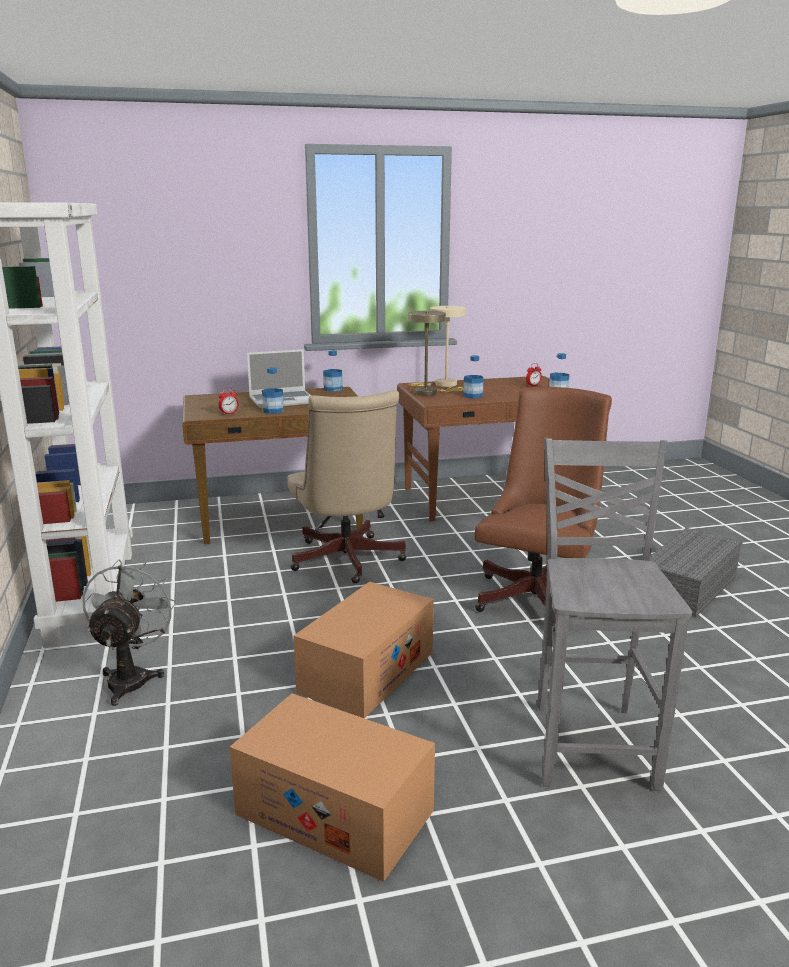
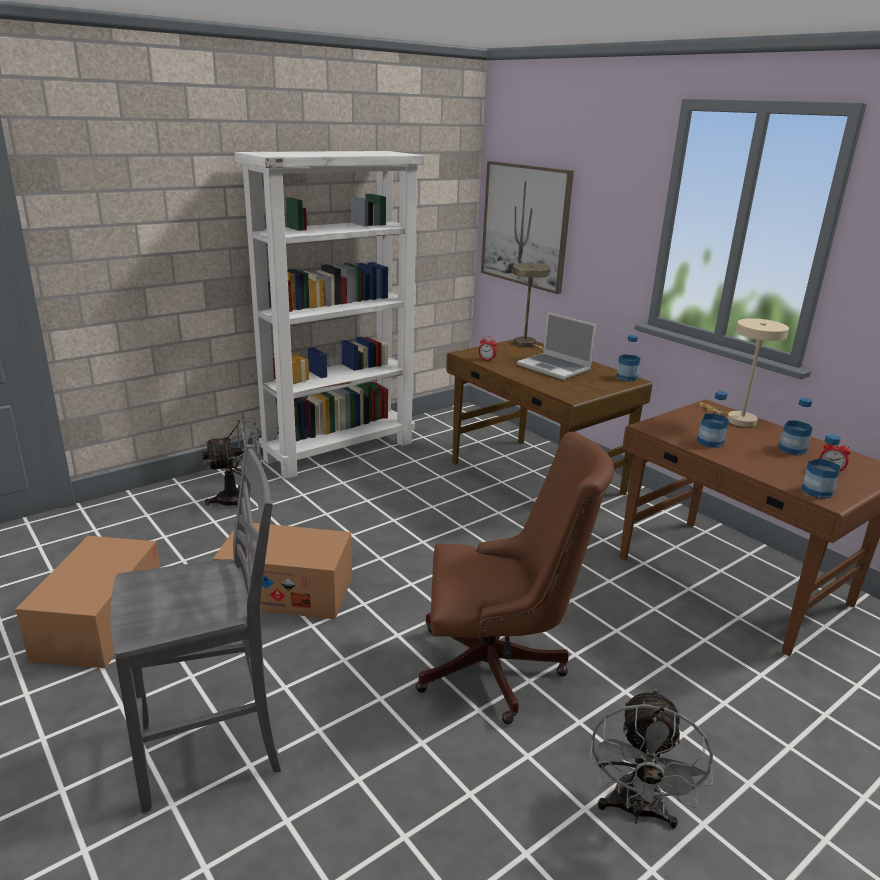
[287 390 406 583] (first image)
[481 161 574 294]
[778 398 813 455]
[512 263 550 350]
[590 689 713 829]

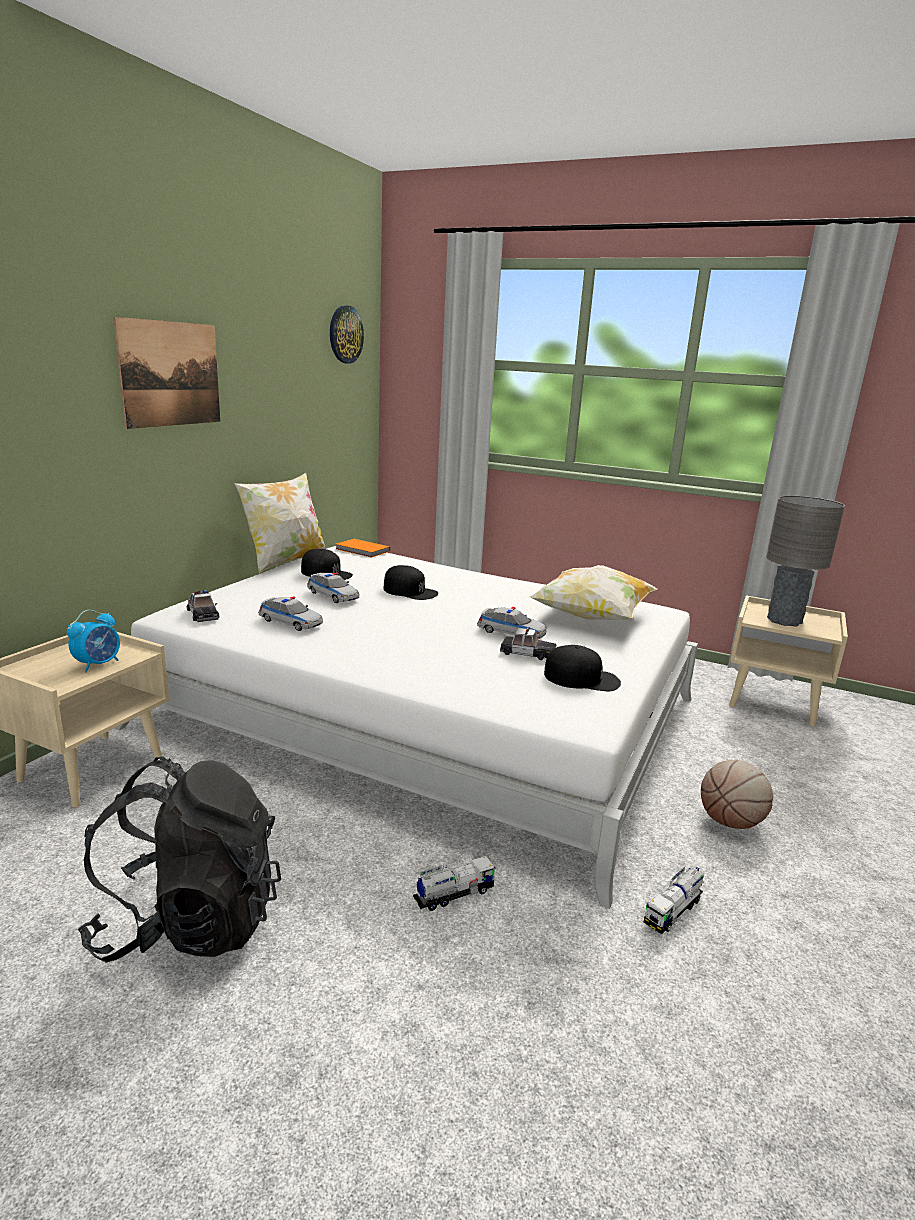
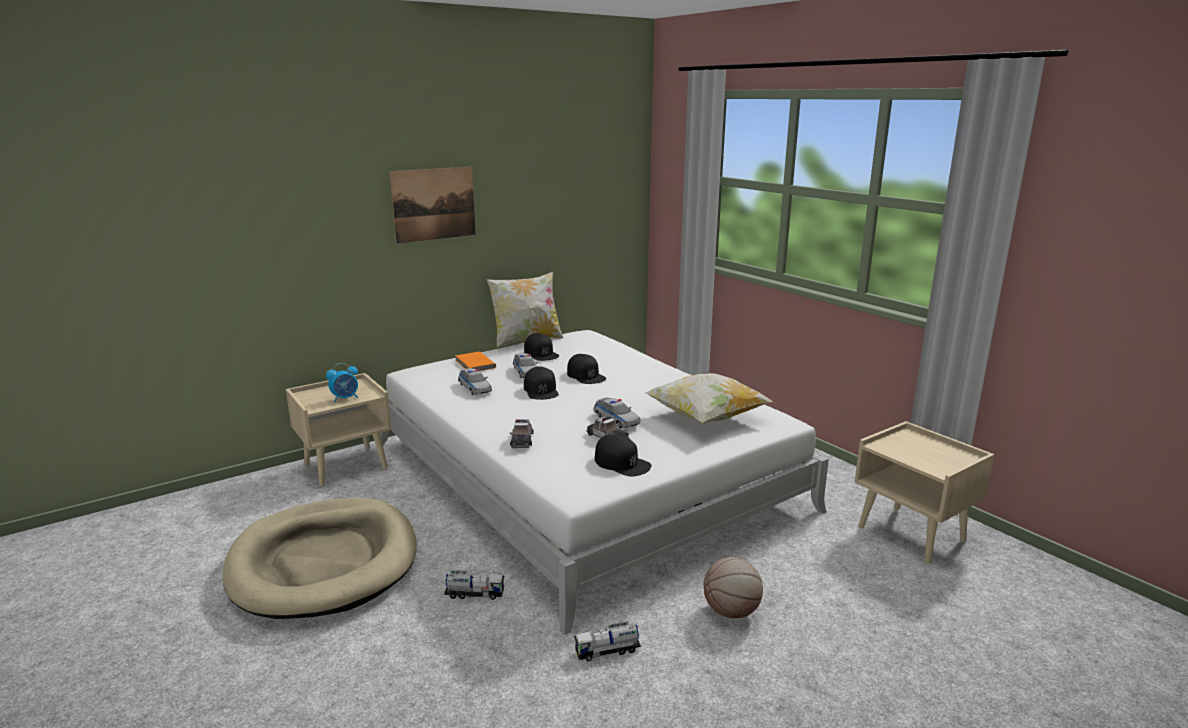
[330 305 364 364] (first image)
[766 496 845 627] (first image)
[524 366 559 400]
[509 419 534 448]
[455 351 496 371]
[222 498 417 619]

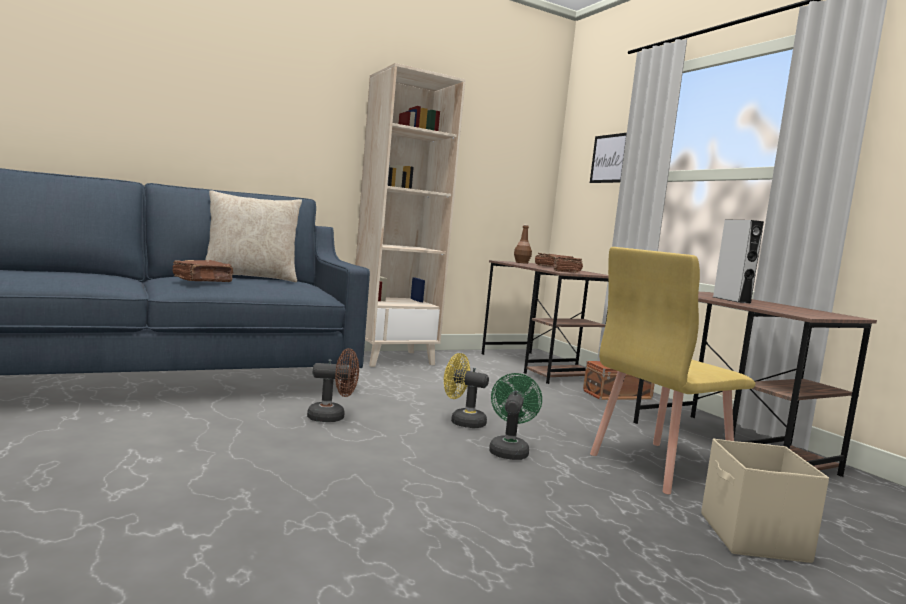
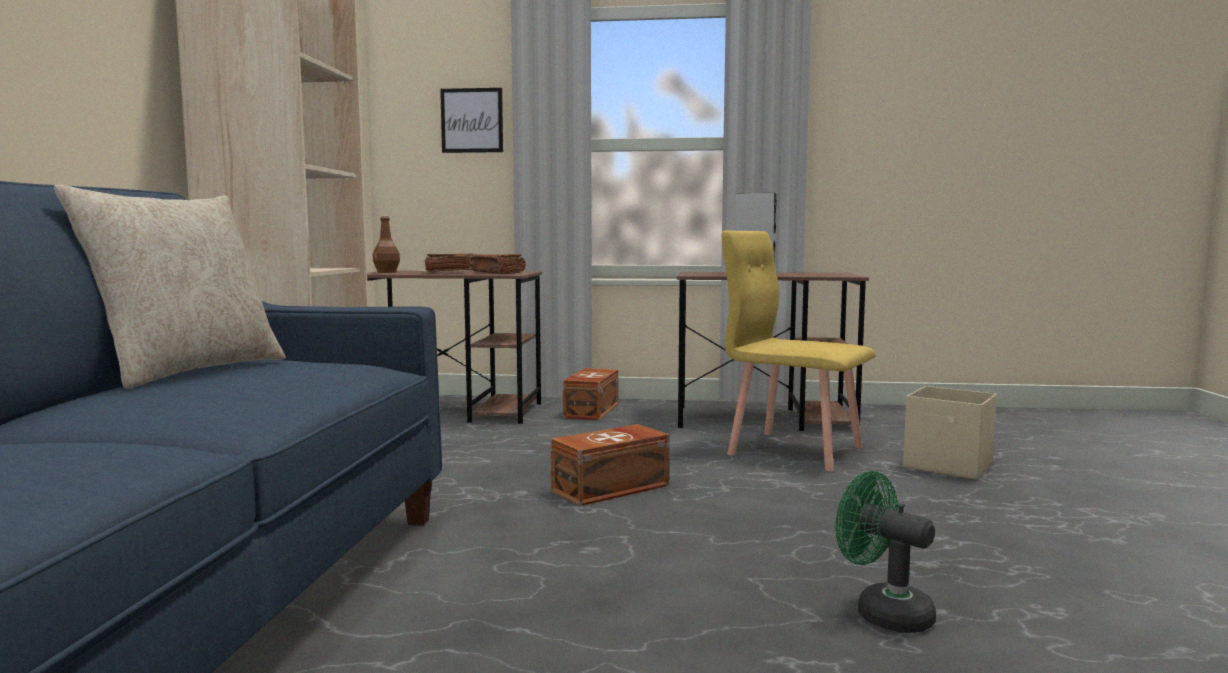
[172 260 233 282] (first image)
[307 348 359 422] (first image)
[835 471 936 633]
[550 424 670 506]
[722 230 876 472]

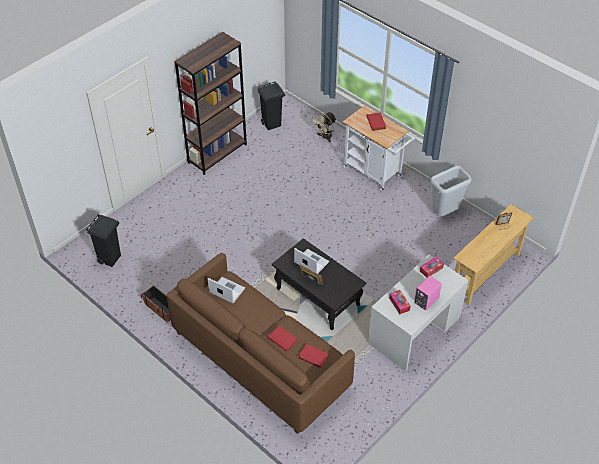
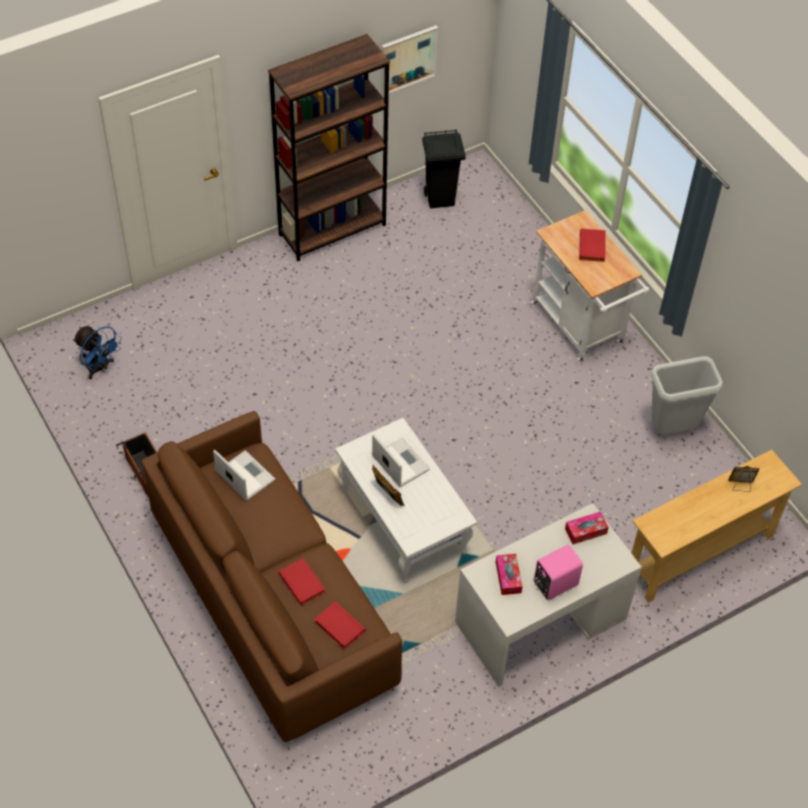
[311 112 336 142] (first image)
[381 25 438 96]
[73 326 122 379]
[335 418 477 583]

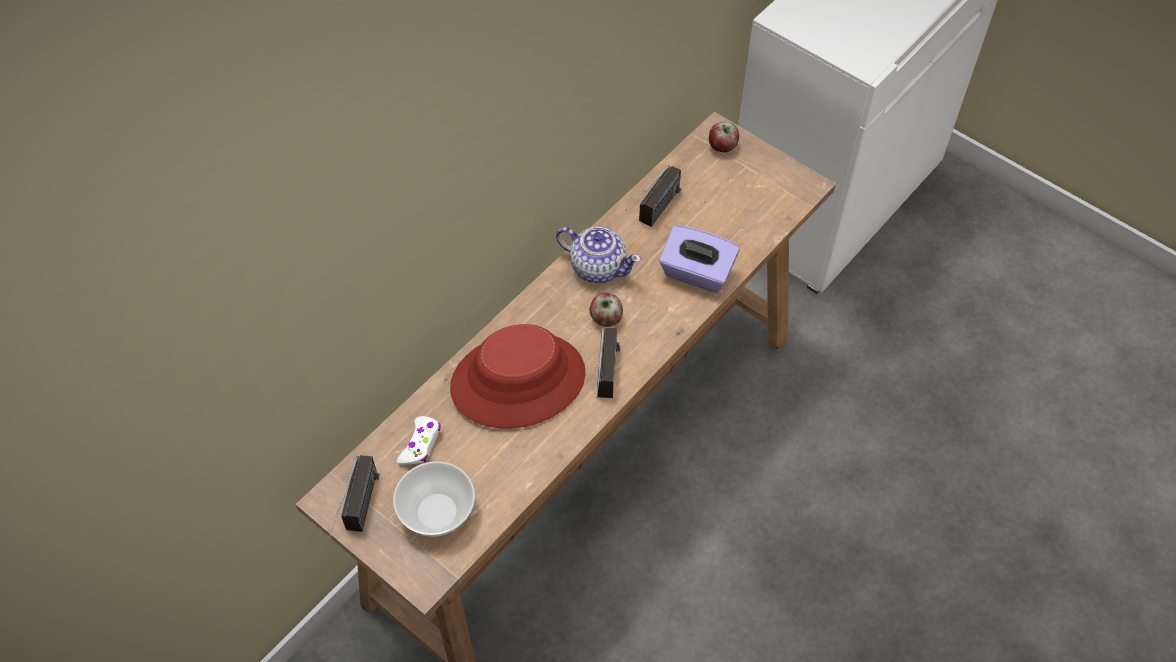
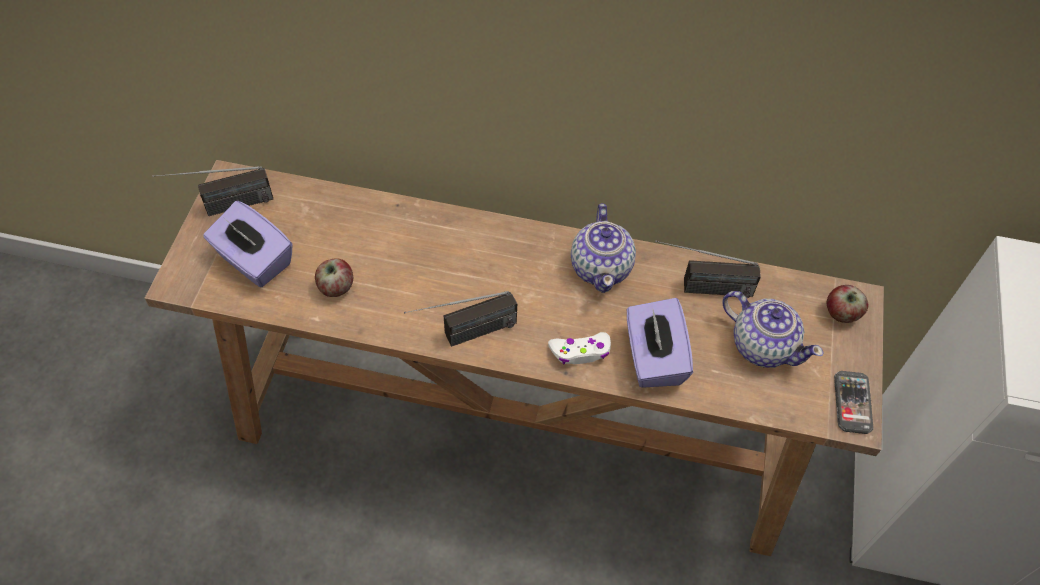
[450 324 586 429] (first image)
[722 291 824 368]
[834 371 873 434]
[548 332 611 364]
[315 258 353 297]
[203 201 293 287]

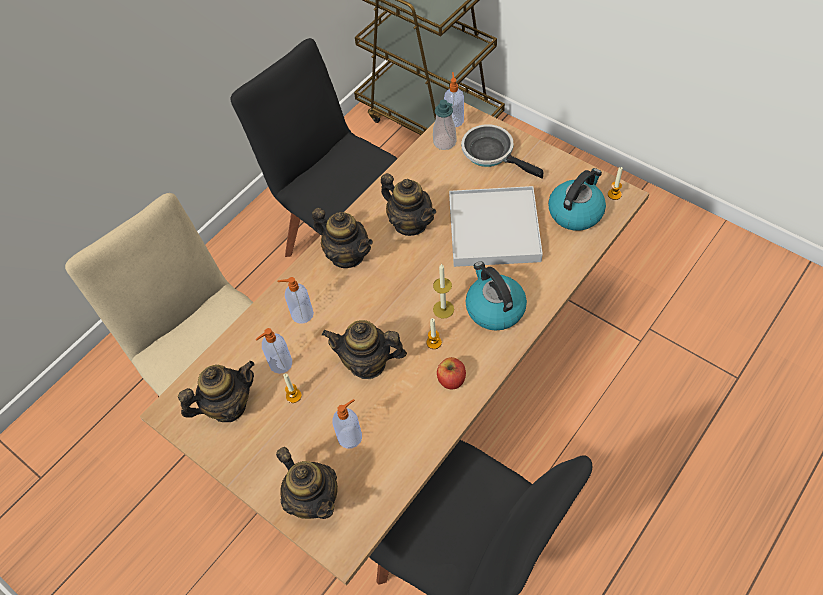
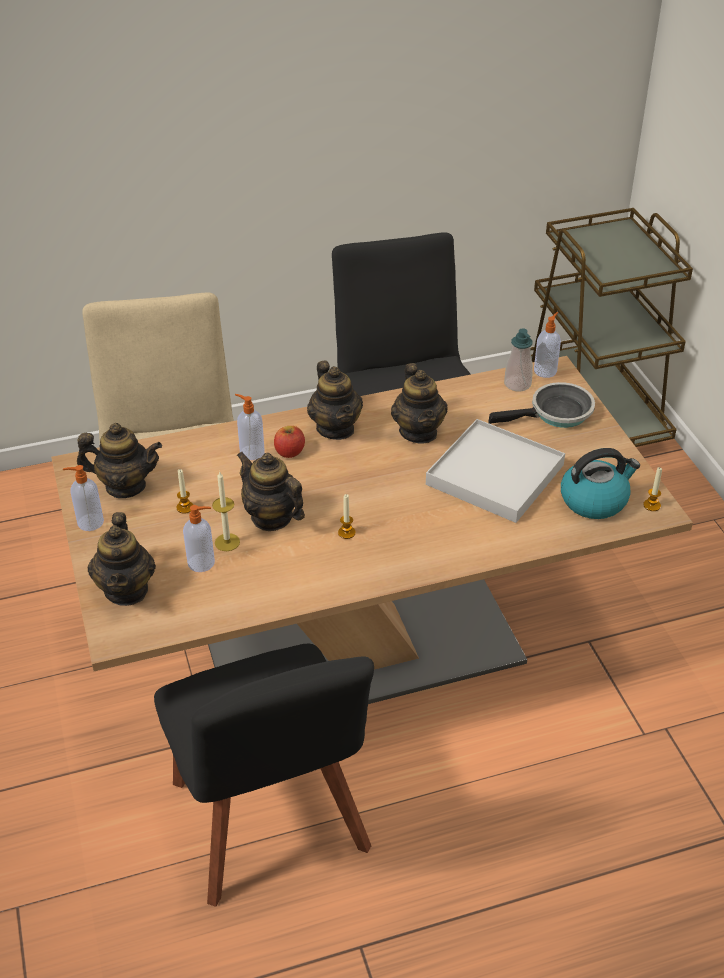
[465 261 527 331] (first image)
[63 465 104 531]
[212 472 240 551]
[274 426 305 458]
[488 382 595 428]

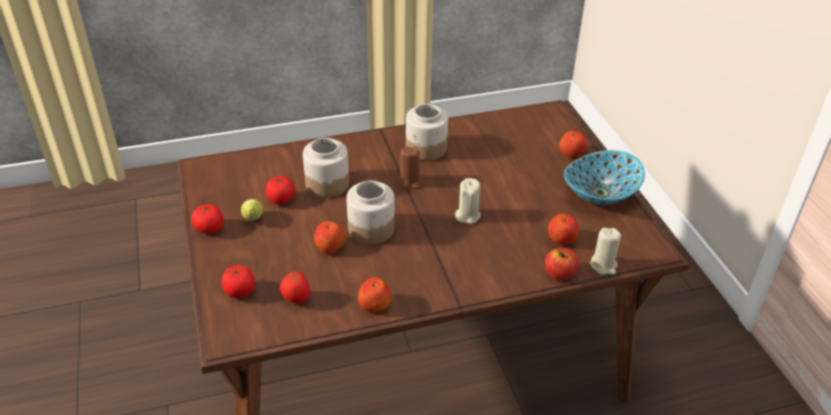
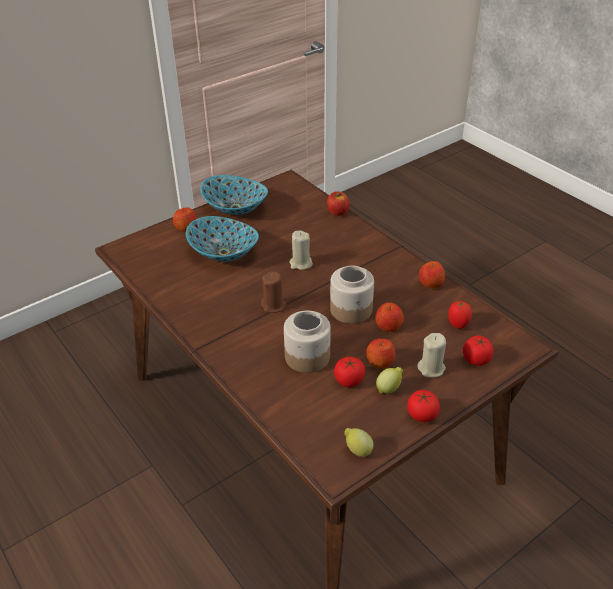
[406 104 448 160] (first image)
[186 216 259 262]
[344 428 374 457]
[366 339 395 369]
[417 333 446 377]

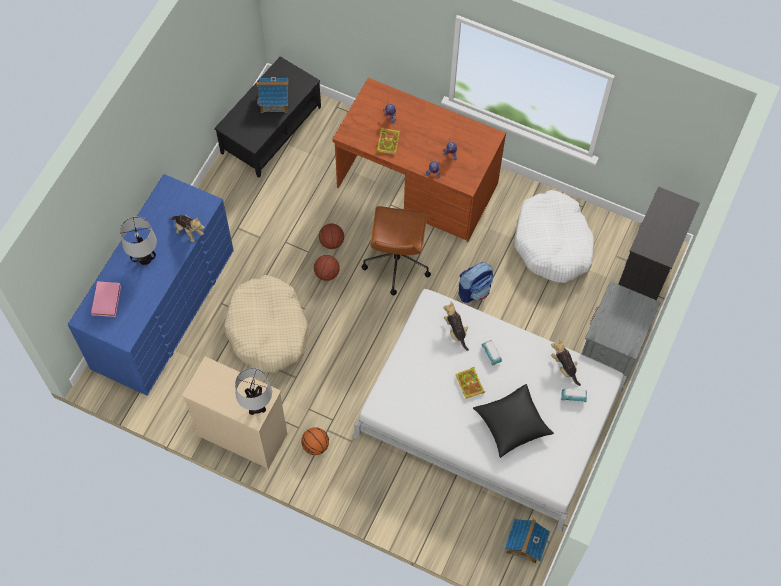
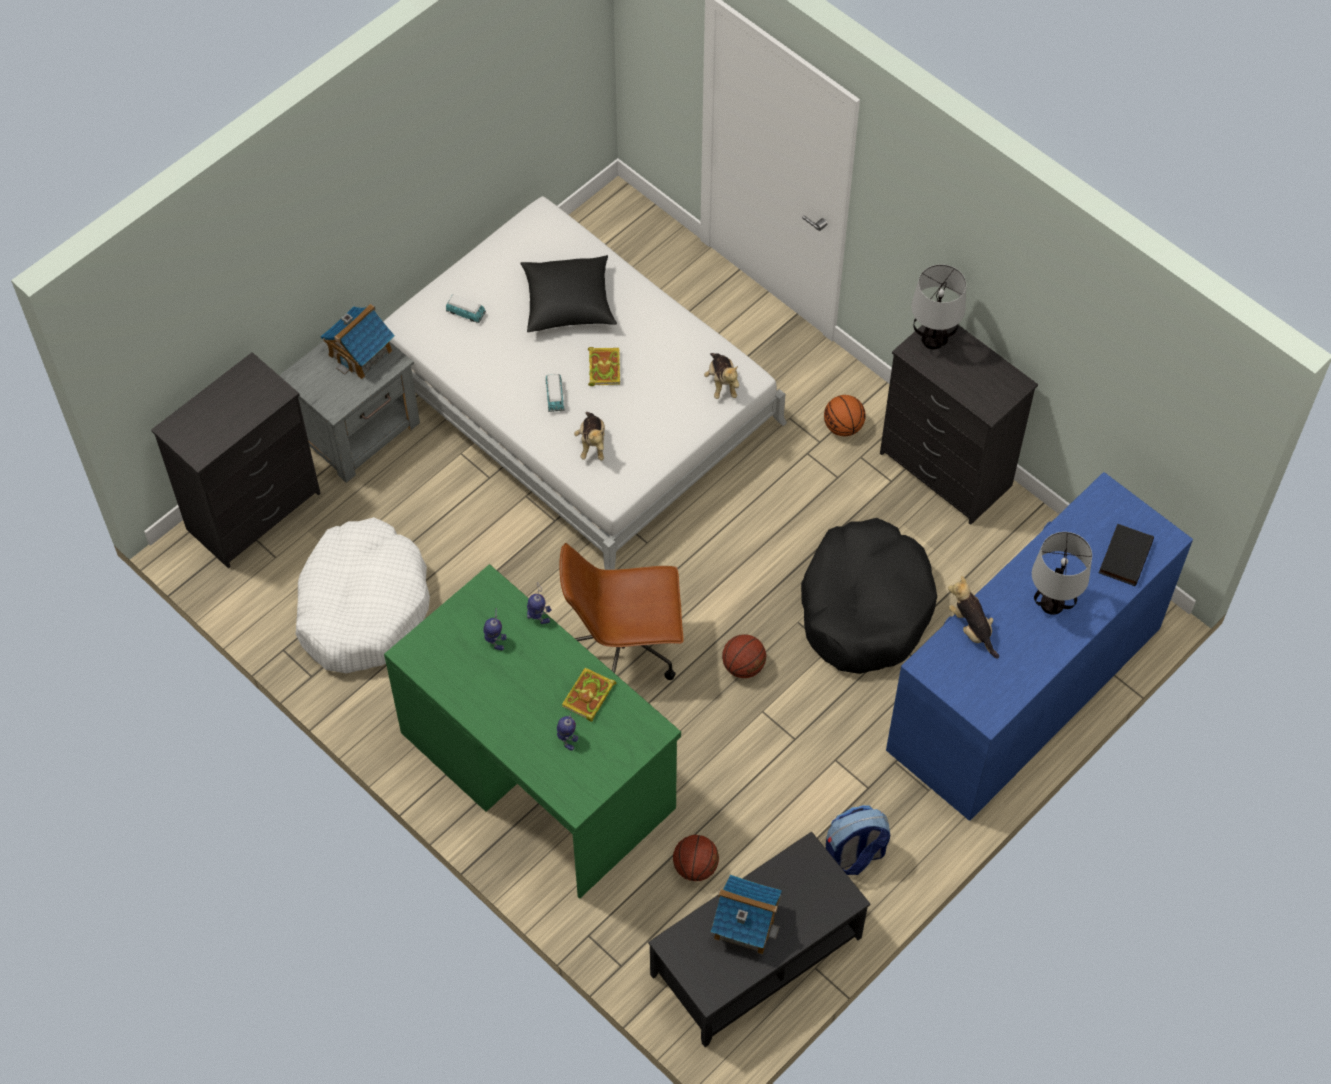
[673 835 719 881]
[826 805 890 875]
[320 304 395 379]
[704 353 739 399]
[1099 524 1154 586]
[880 325 1038 525]
[801 518 937 674]
[384 564 681 899]
[559 543 684 680]

